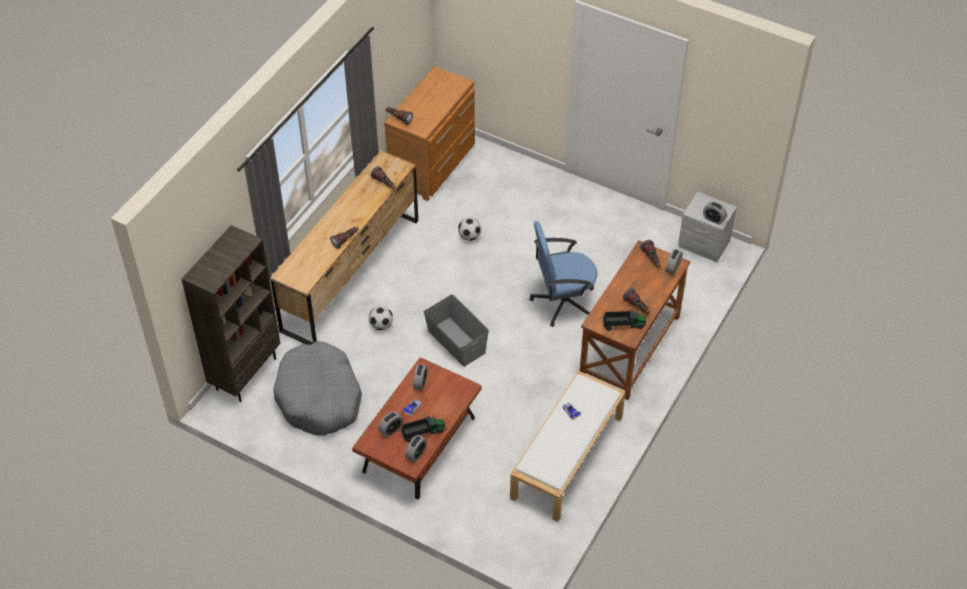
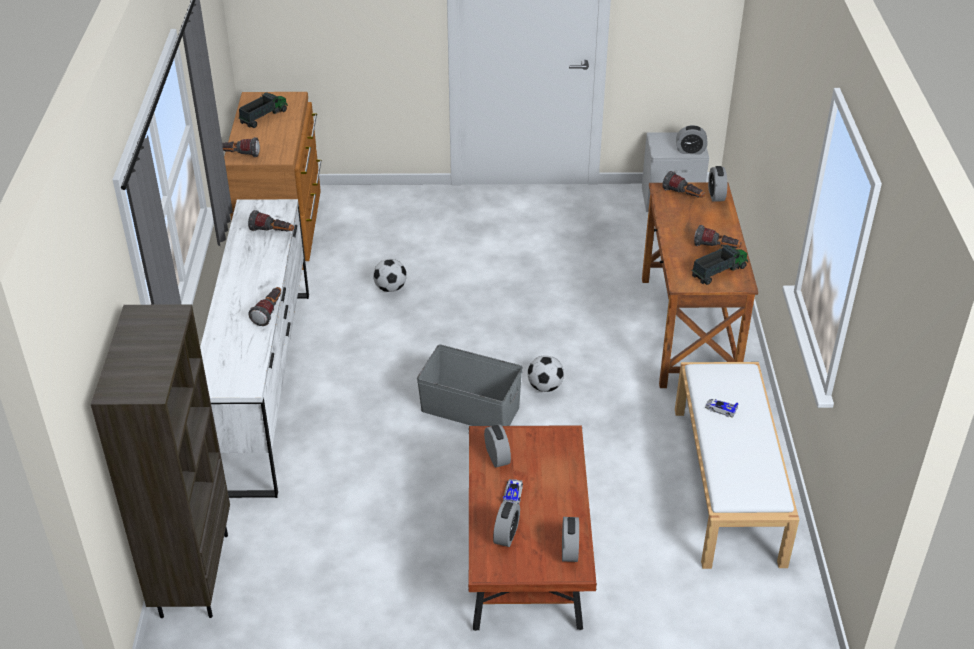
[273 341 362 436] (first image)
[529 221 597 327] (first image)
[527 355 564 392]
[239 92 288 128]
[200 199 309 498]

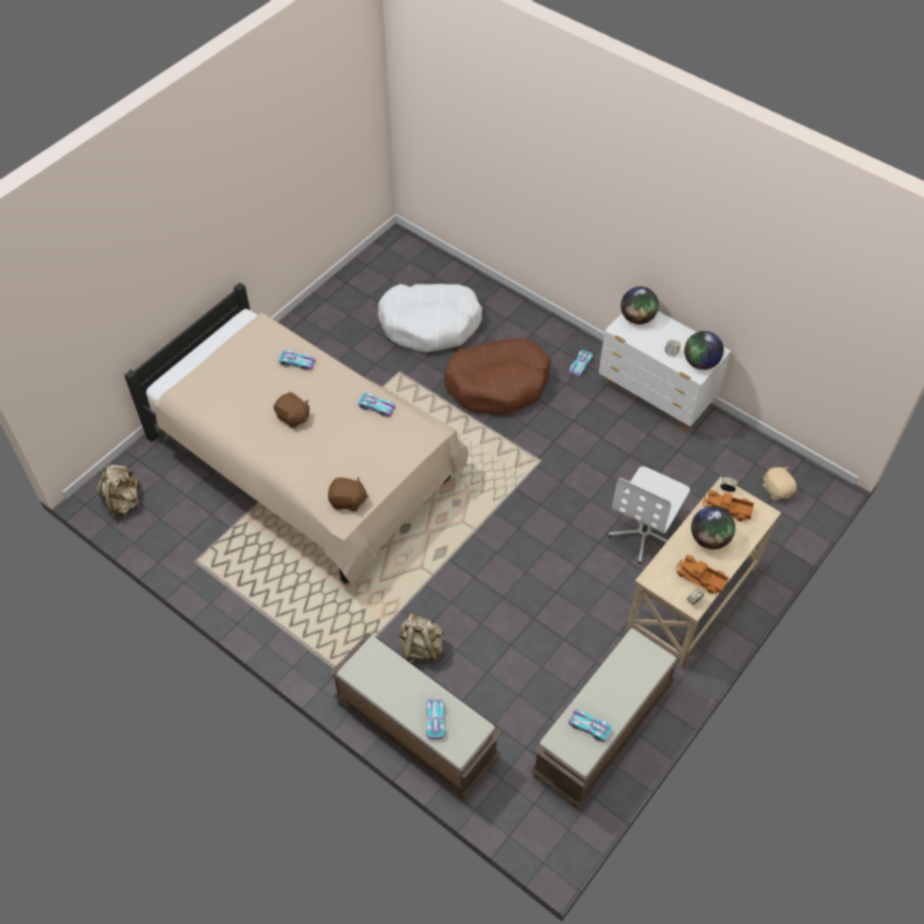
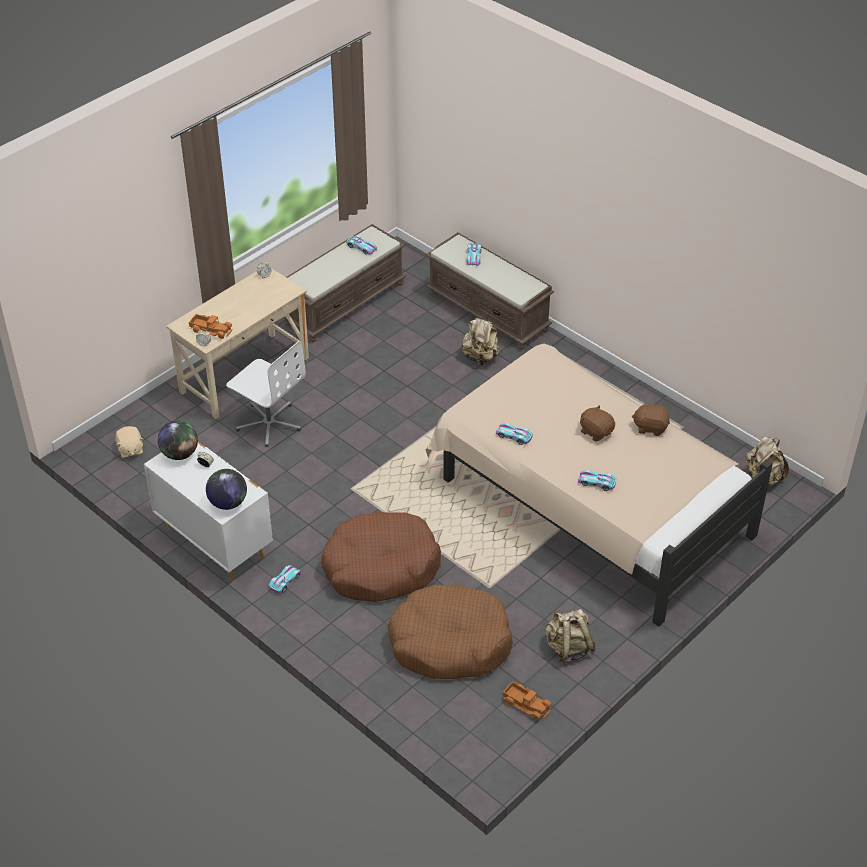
[691 506 735 549] (first image)
[545 609 596 663]
[632 401 670 436]
[503 681 552 720]
[387 584 513 679]
[226 340 306 447]

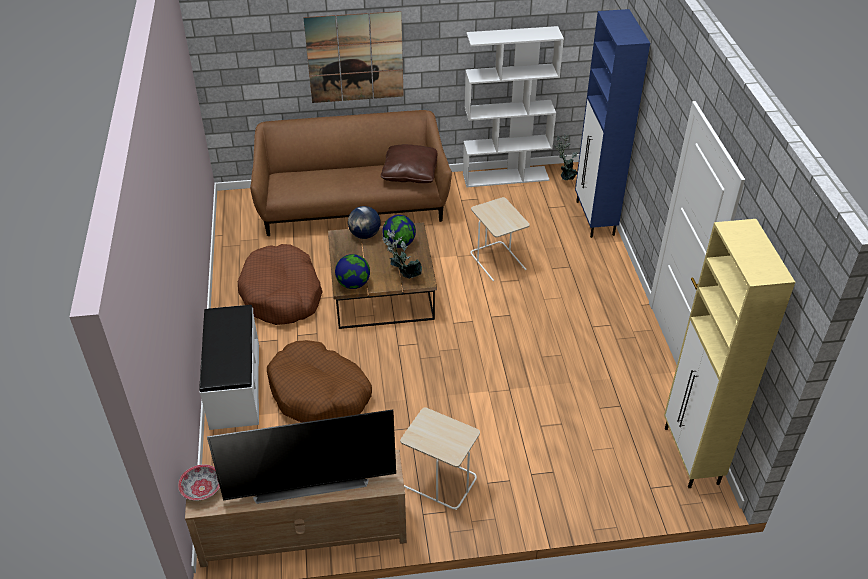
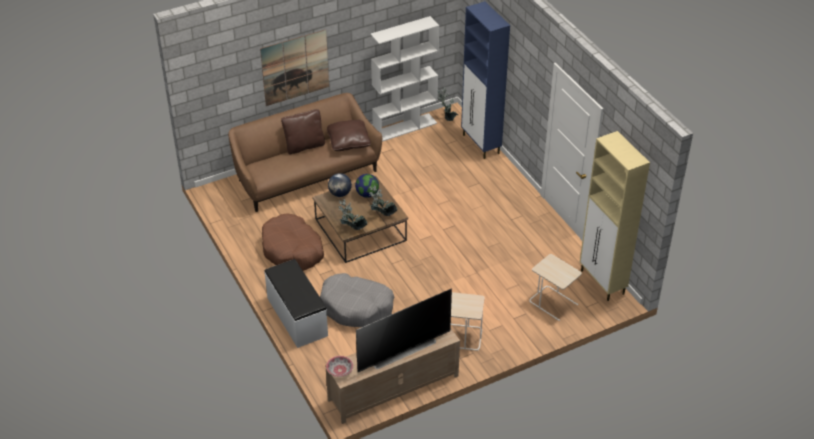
[281 109 325 155]
[529 254 582 321]
[339 199 367 230]
[320 273 394 327]

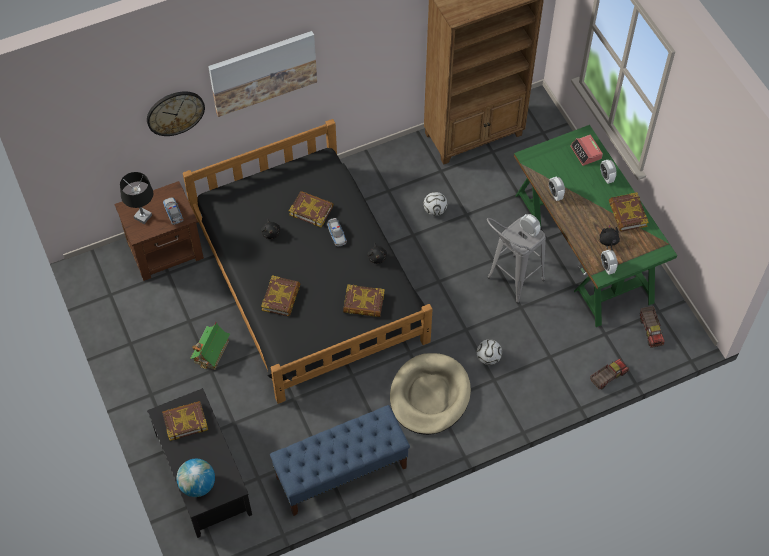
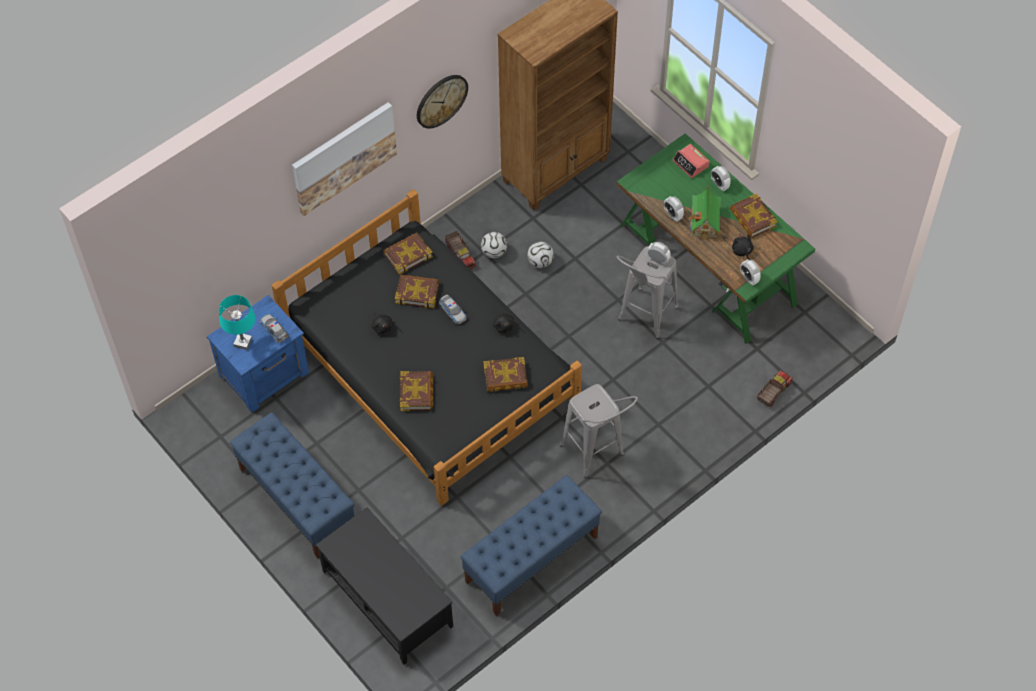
[177 459 215 497] (first image)
[230 413 355 559]
[417 75 468 129]
[383 233 433 275]
[689 186 721 239]
[481 232 507 258]
[445 230 476 270]
[560 384 638 478]
[207 295 309 413]
[219 295 255 350]

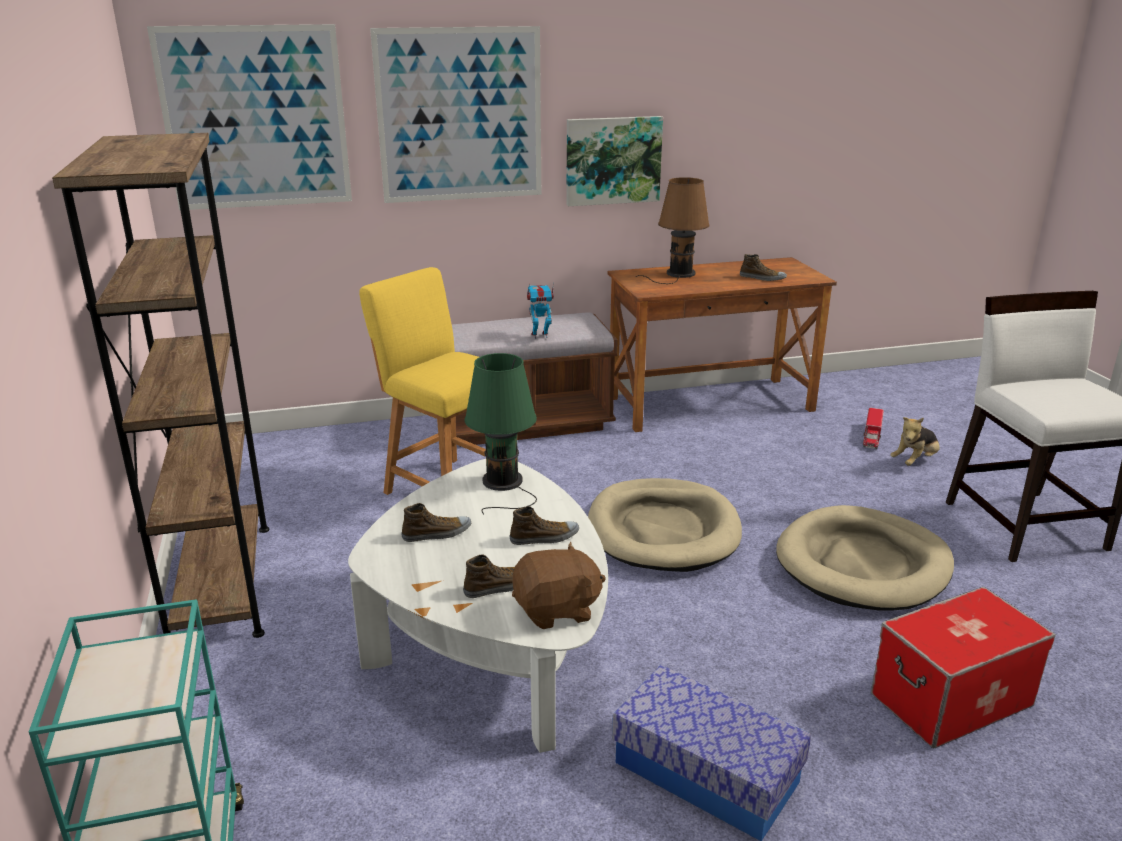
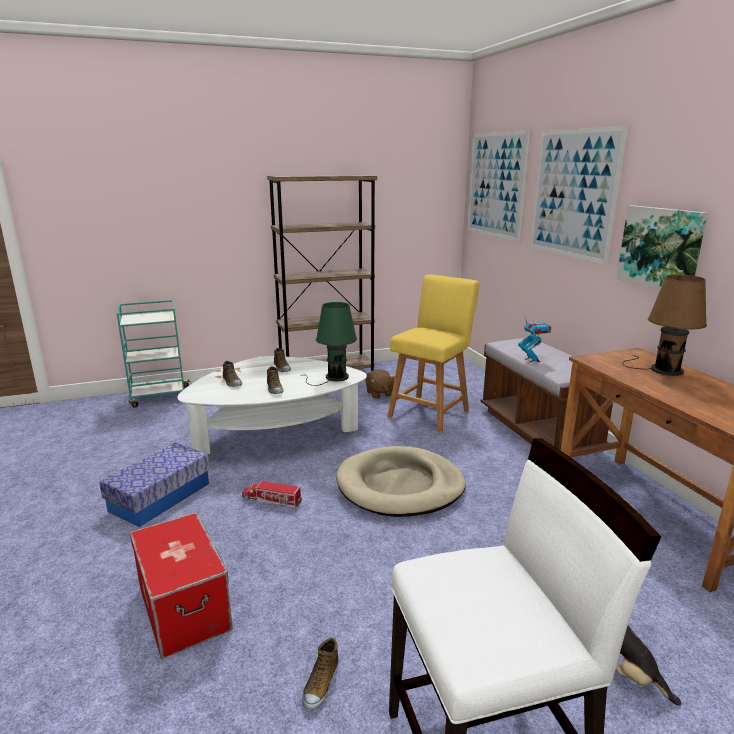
[776 505 954 610] (first image)
[365 369 395 399]
[302 638 339 710]
[242 480 303 507]

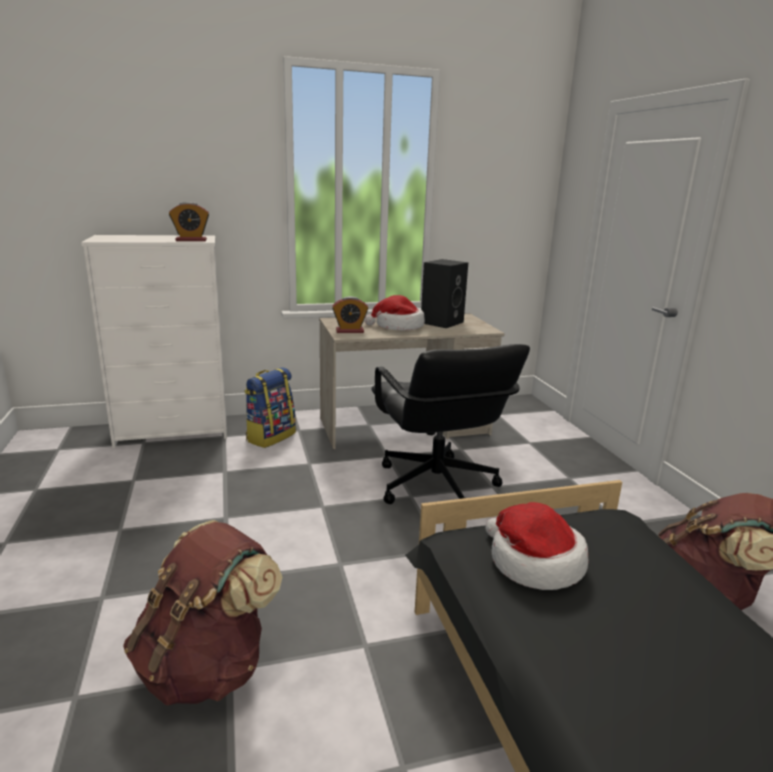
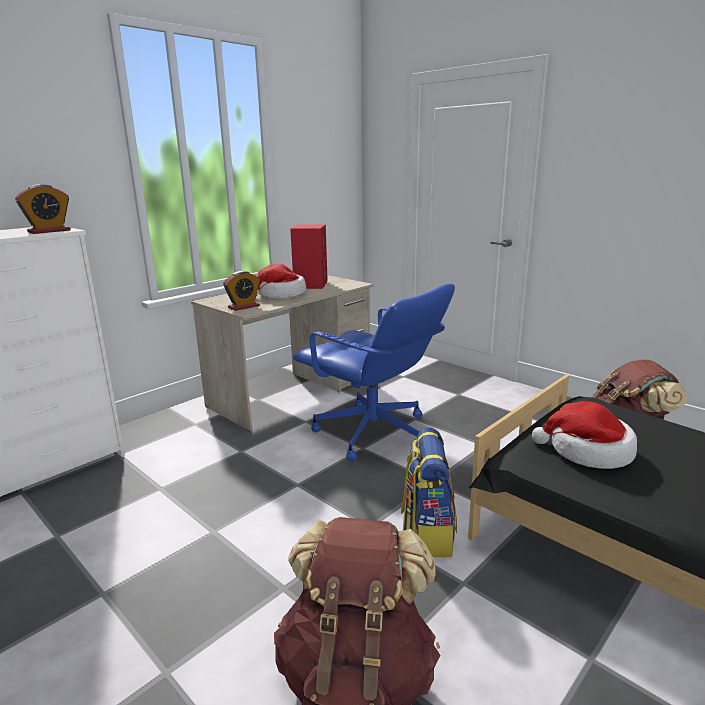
[401 428 457 557]
[293 284 455 461]
[290 224 328 289]

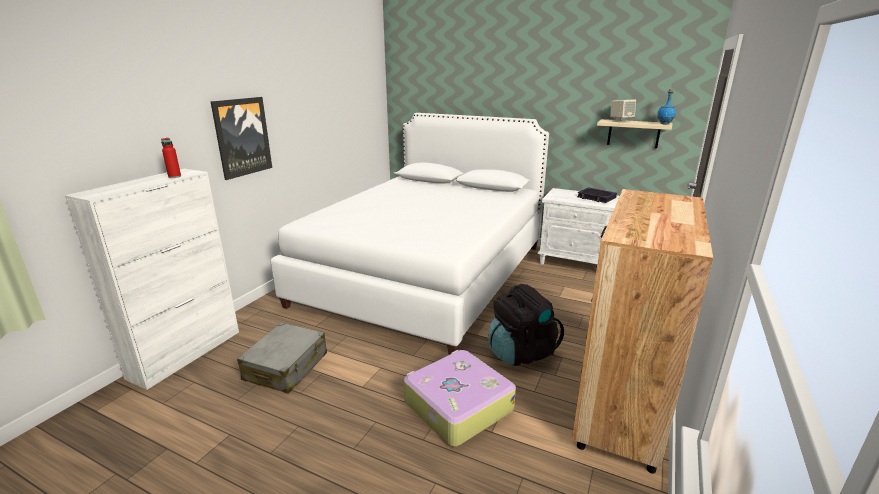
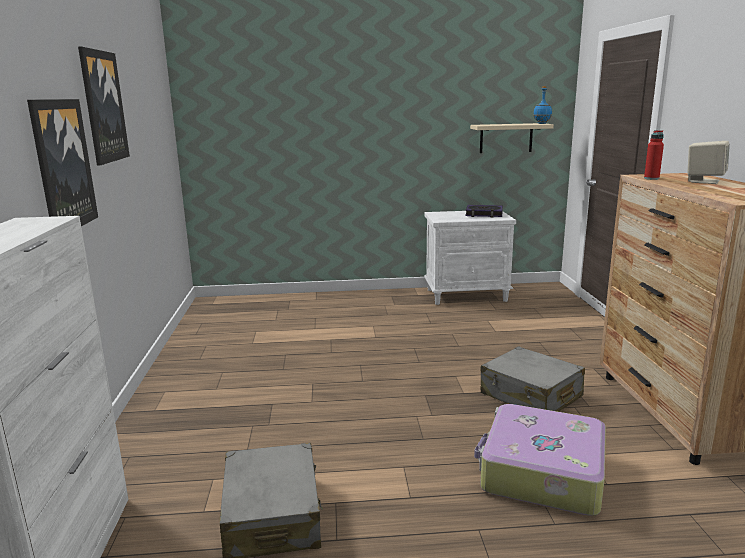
[270 113 549 355] (first image)
[78 47 130 166]
[644 130 664 180]
[687 141 730 184]
[481 346 585 412]

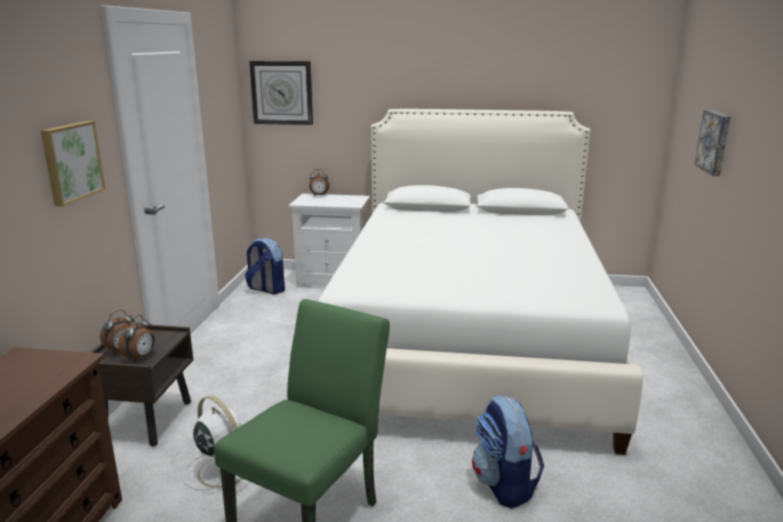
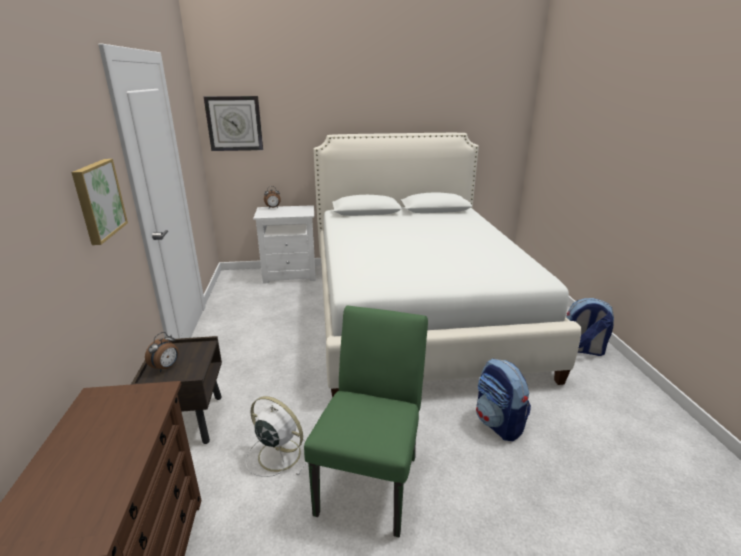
[118 315 155 362] (first image)
[695 110 731 176] (first image)
[566 298 614 356]

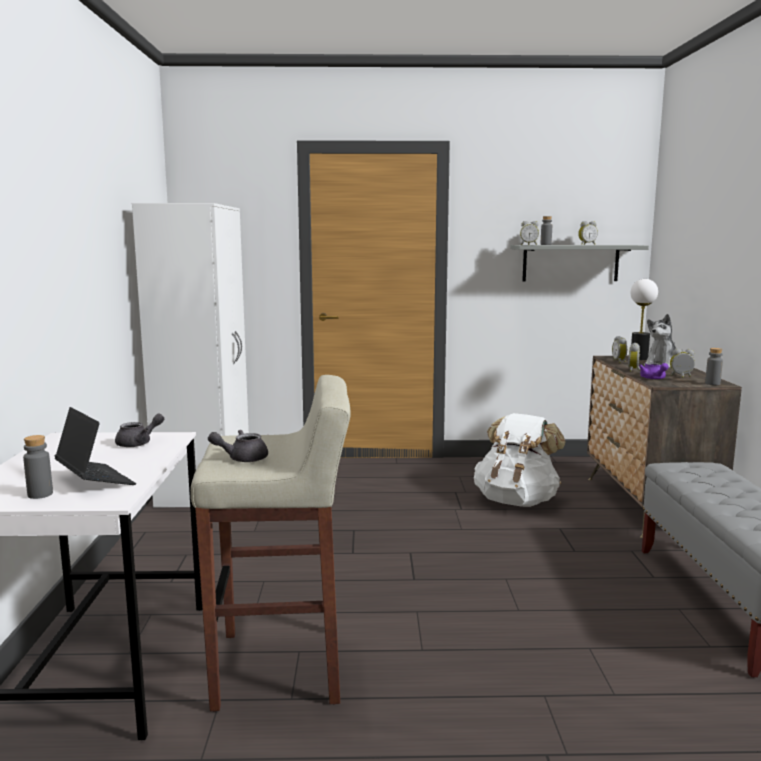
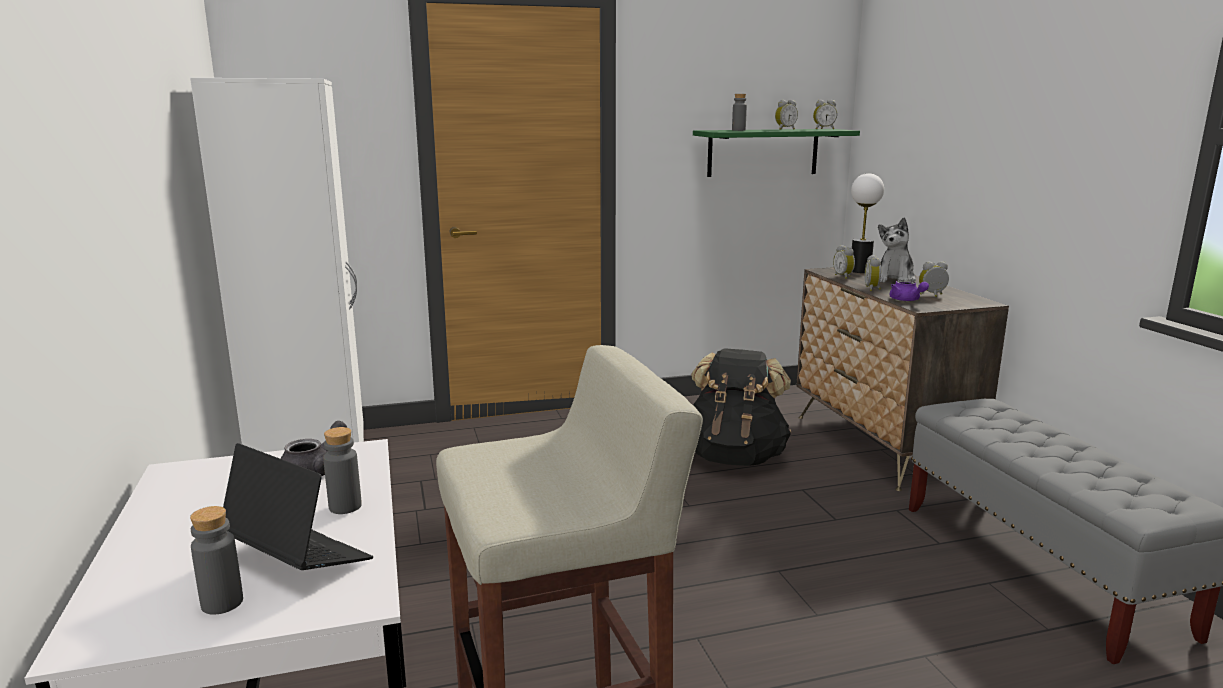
[208 430 268 462] (first image)
[813 100 837 129]
[323 427 362 514]
[691 348 791 466]
[693 129 860 177]

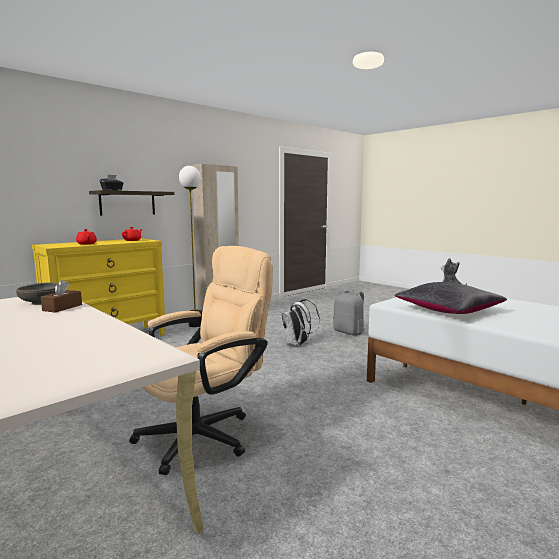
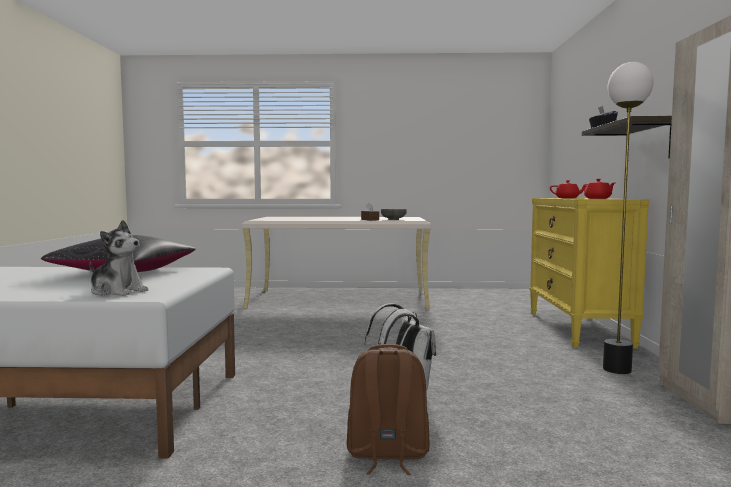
[129 246 273 475] (first image)
[347 344 430 475]

